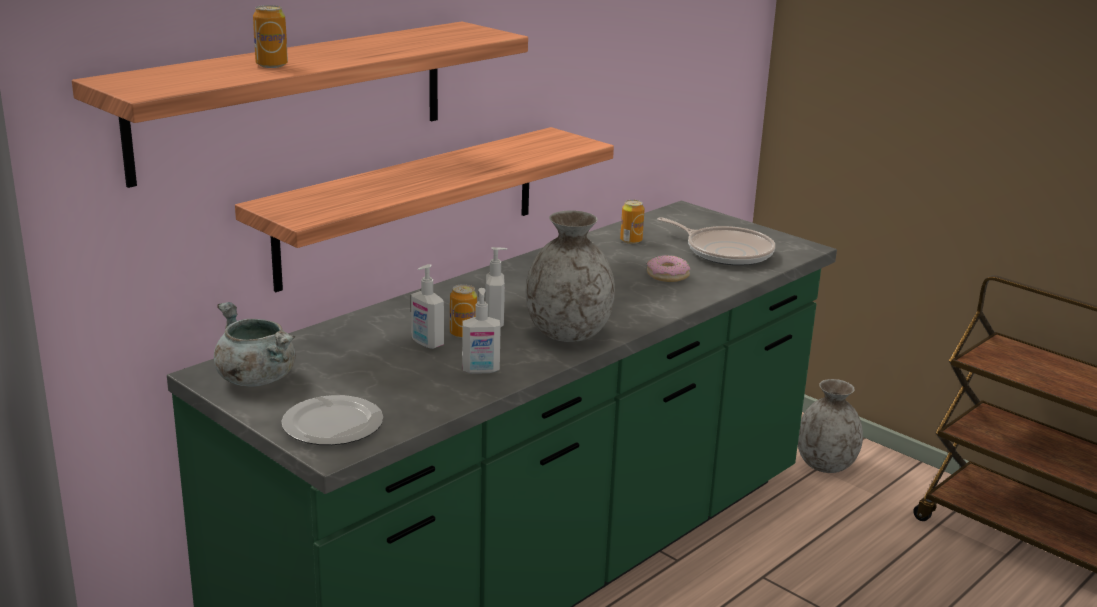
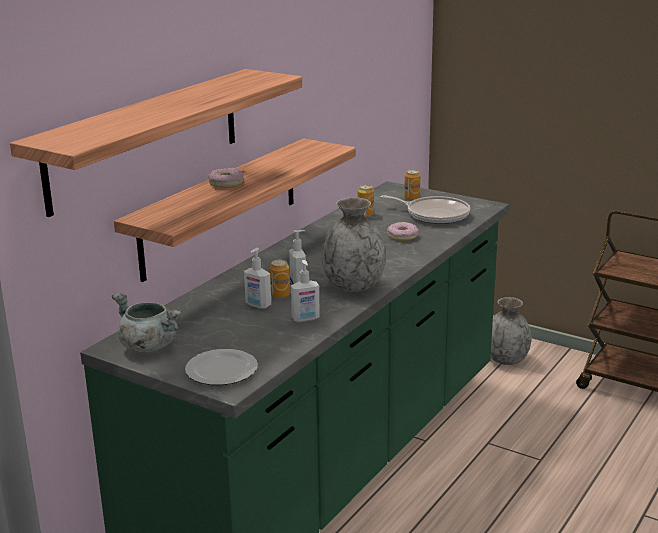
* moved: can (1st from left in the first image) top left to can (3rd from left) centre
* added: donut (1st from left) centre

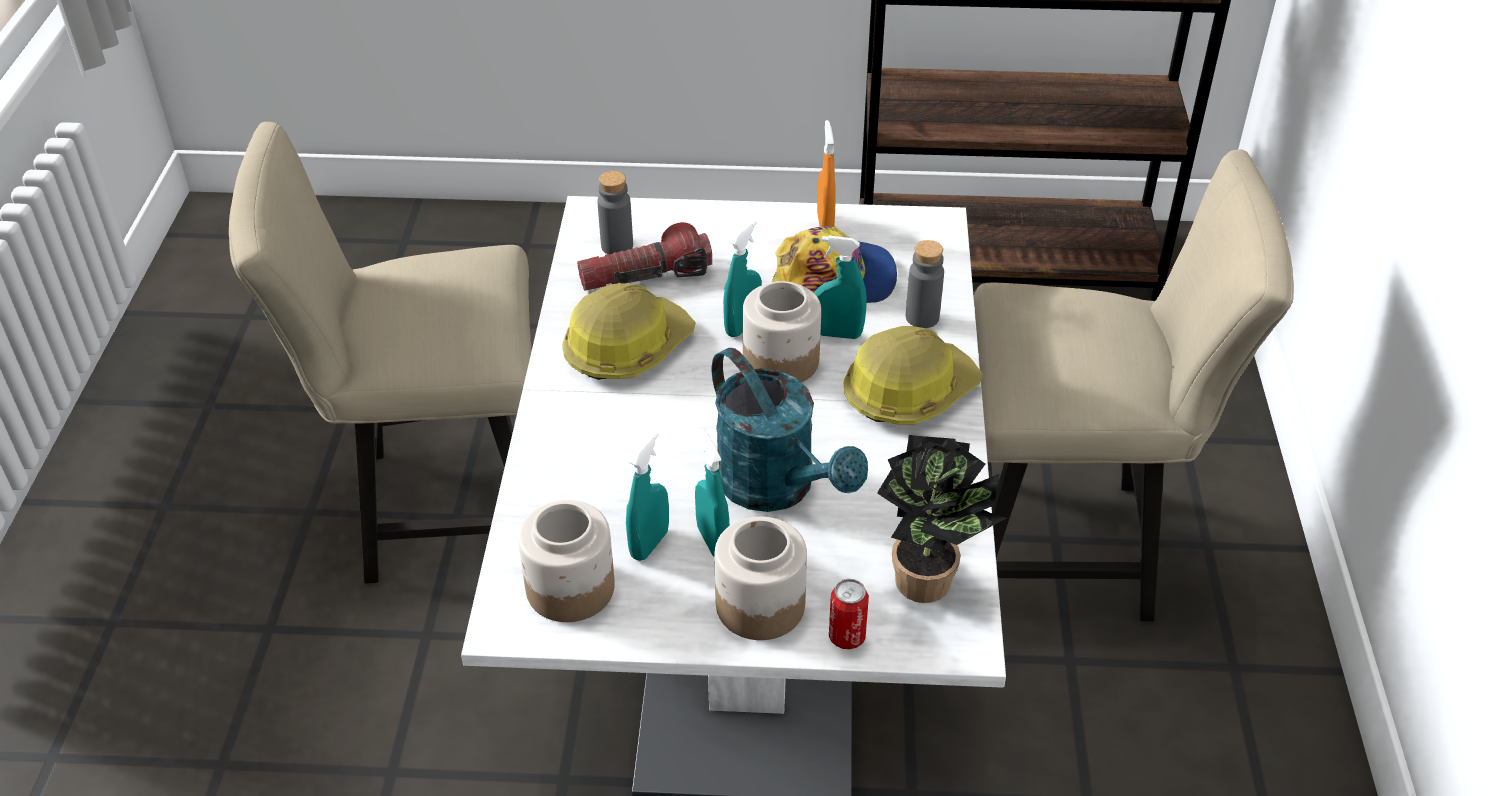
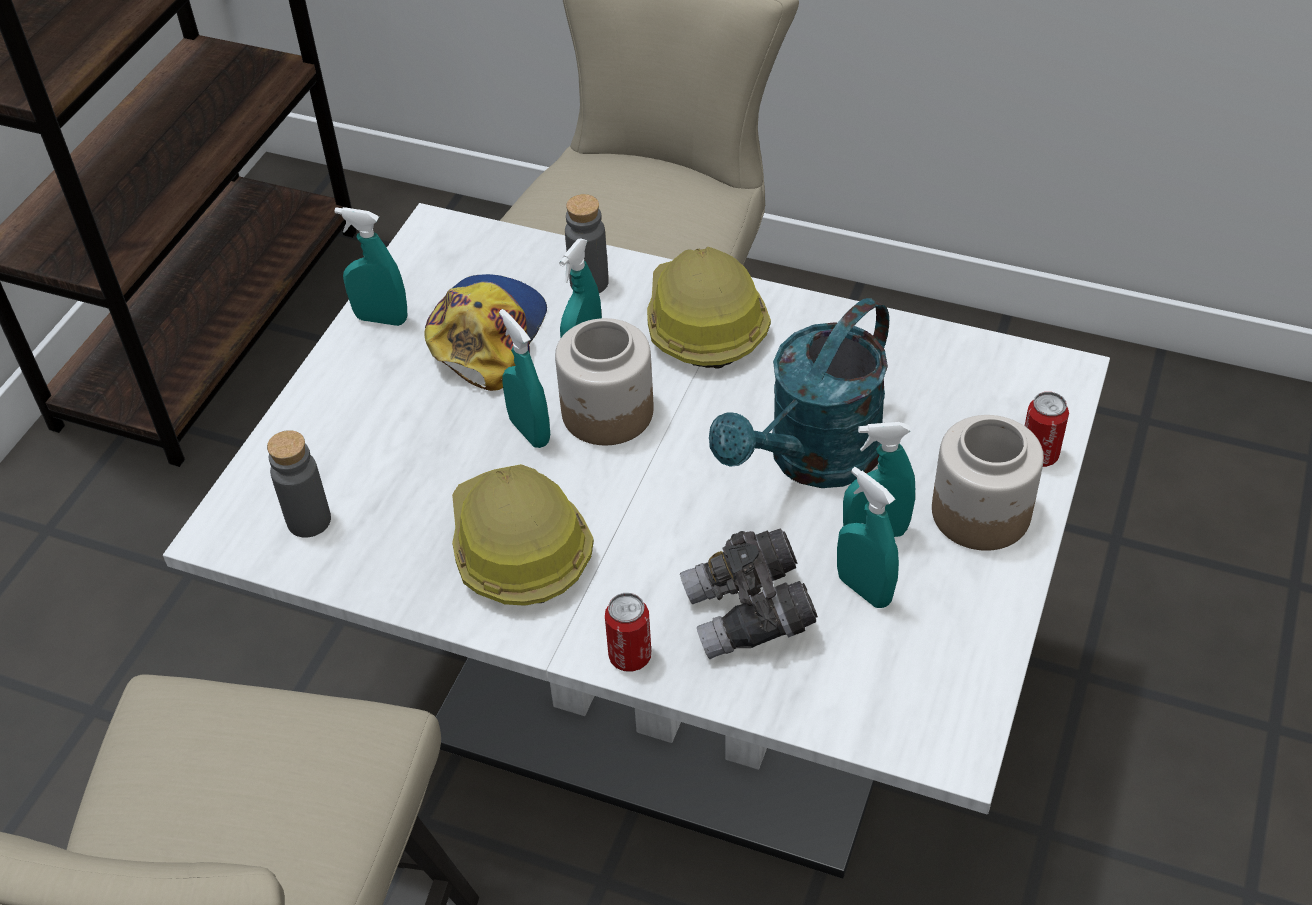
* recoloured: spray bottle in orange top centre to spray bottle in turquoise (1st from left) top left
* removed: flashlight top centre
* turned: watering can in turquoise centre = centre 150 degrees clockwise
* removed: potted plant centre
* removed: jar (1st from left) bottom centre
* added: binoculars in grey centre
* added: can (1st from left) bottom centre

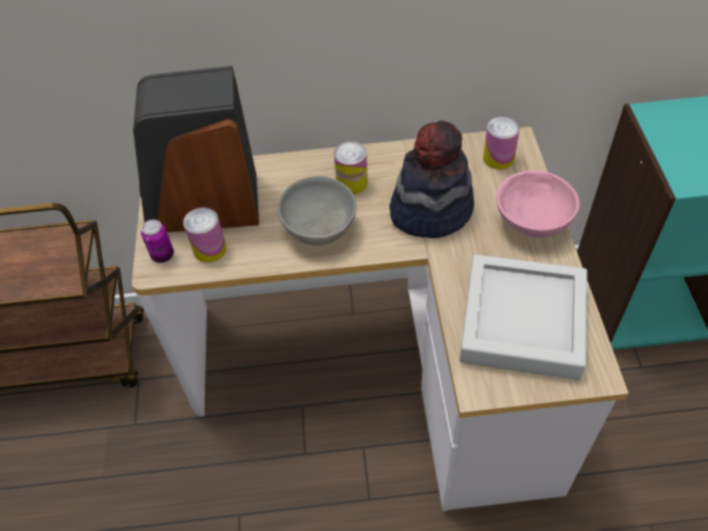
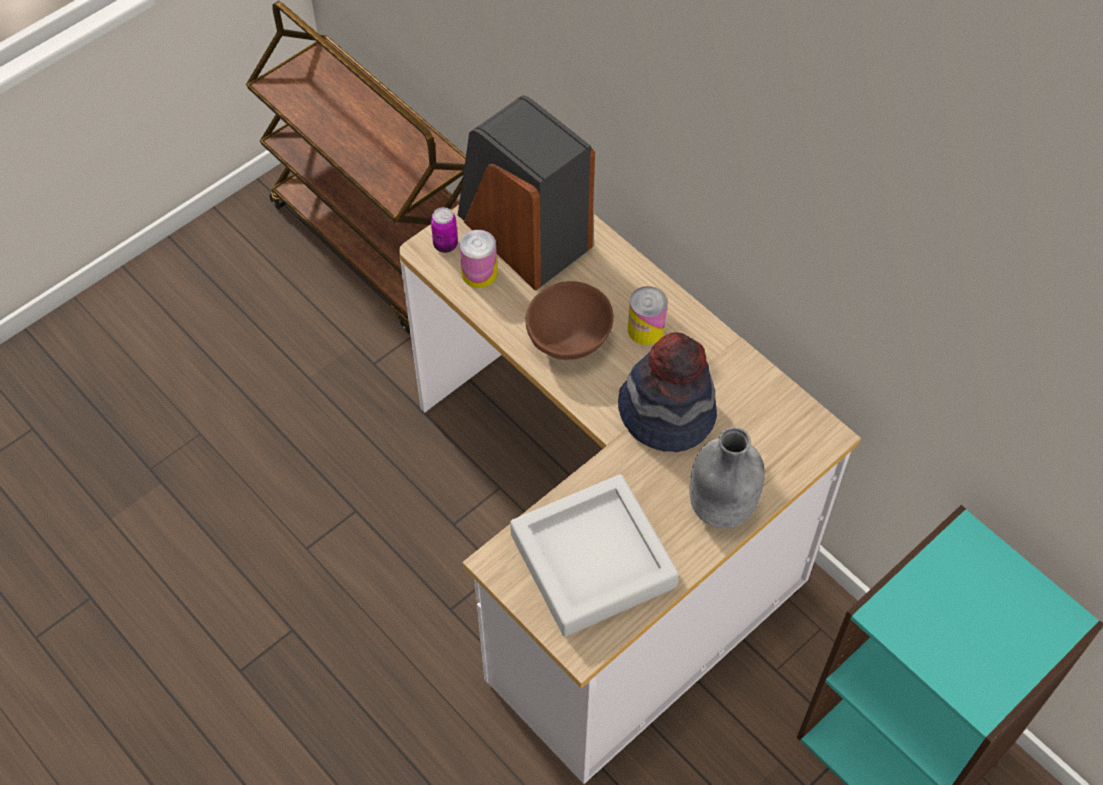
* removed: can (4th from left) top right
* replaced: bowl in pink middle right to bottle in grey centre
* recoloured: bowl in grey centre to bowl in brown centre

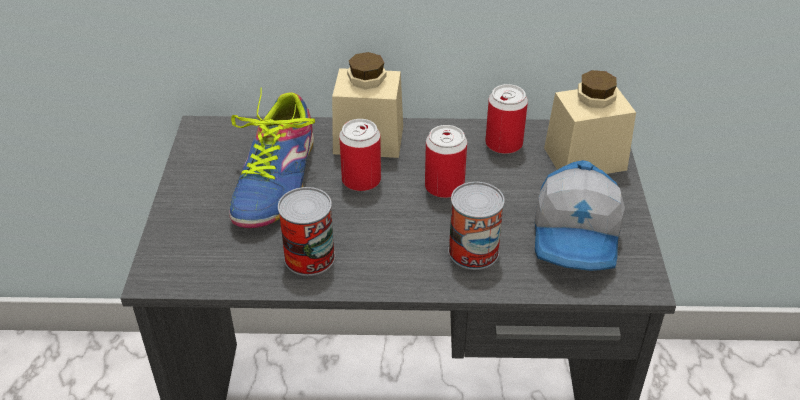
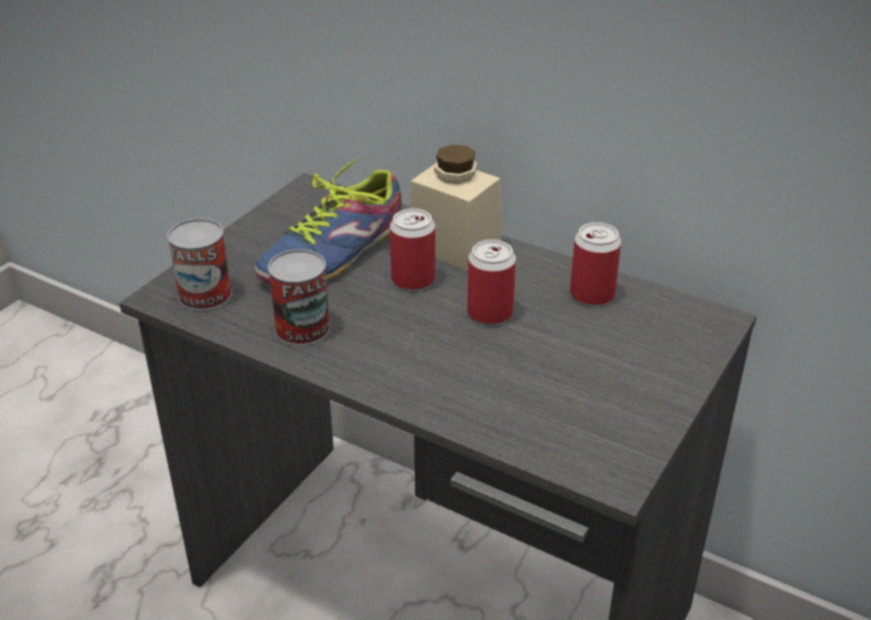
* removed: jar in beige (2nd from left) top right
* removed: cap middle right
* moved: can (4th from left in the first image) centre to can (1st from left) middle left

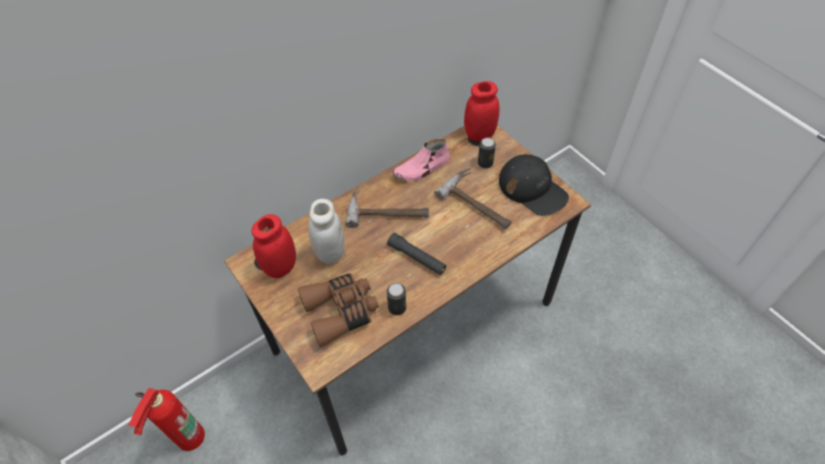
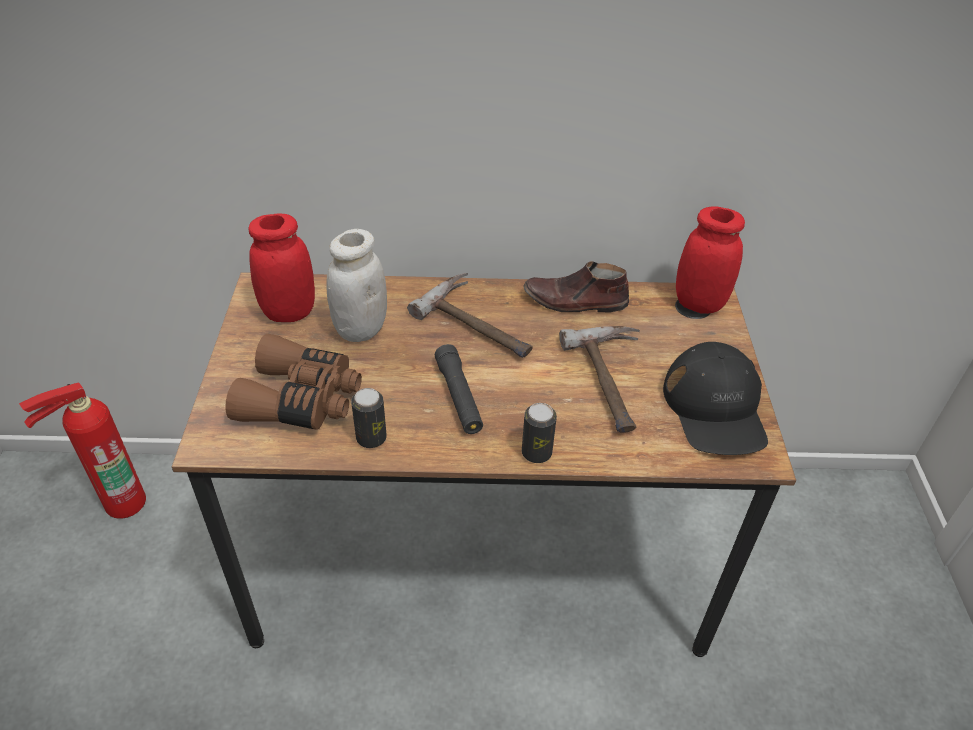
* moved: can (2nd from left) top centre to centre
* recoloured: shoe in pink centre to shoe in brown centre

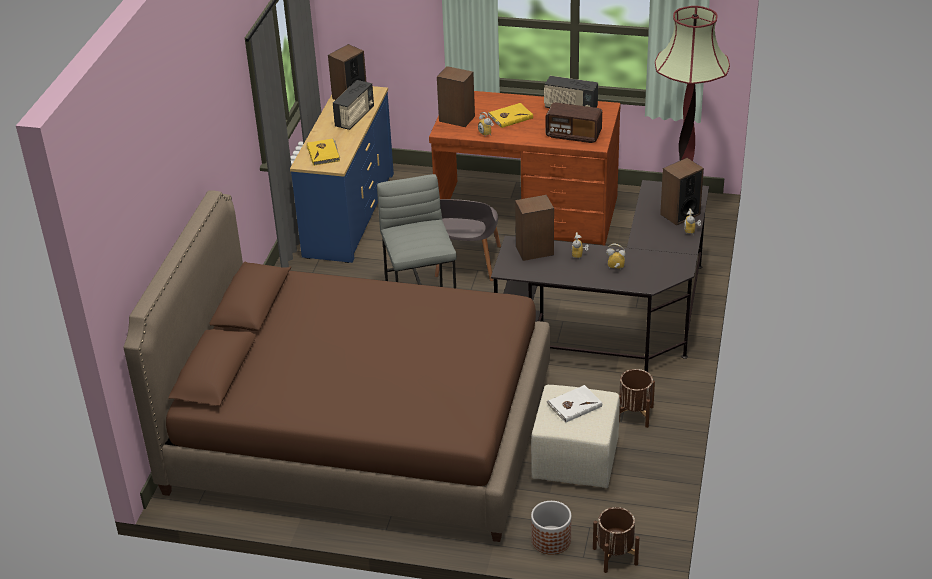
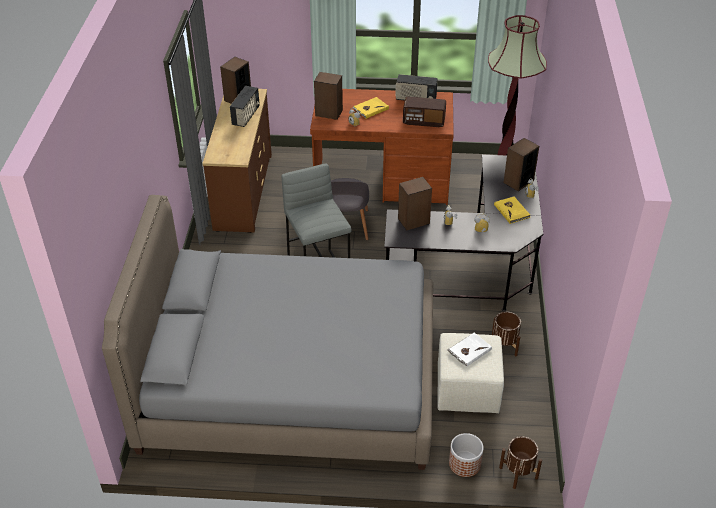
* recoloured: dresser in blue top centre to dresser in brown top left
* moved: book in yellow (1st from left in the first image) top centre to book in yellow (2nd from left) middle right
* recoloured: bed in brown centre to bed in grey centre

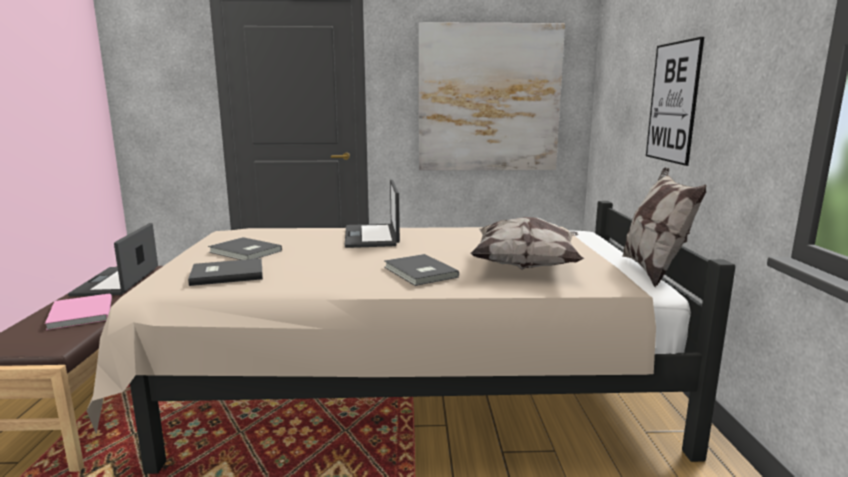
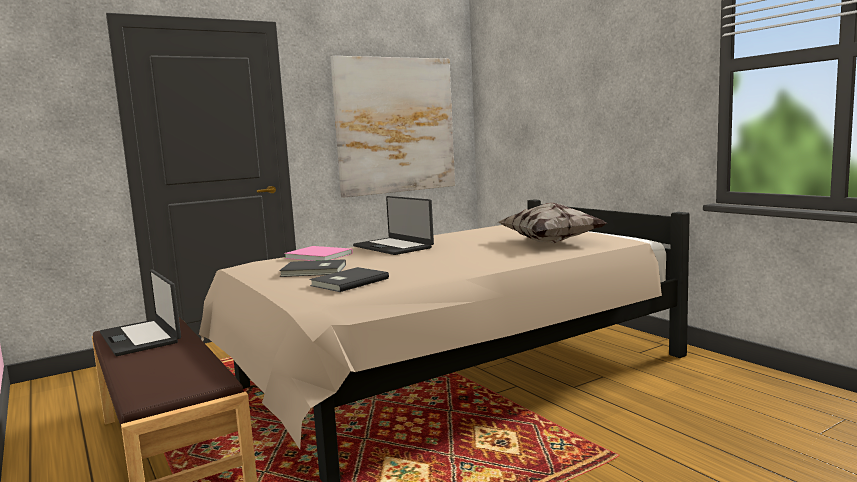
* removed: picture (2nd from left) top right
* removed: pillow (2nd from left) middle right
* removed: book in grey (3rd from left) centre
* moved: book in pink middle left to centre

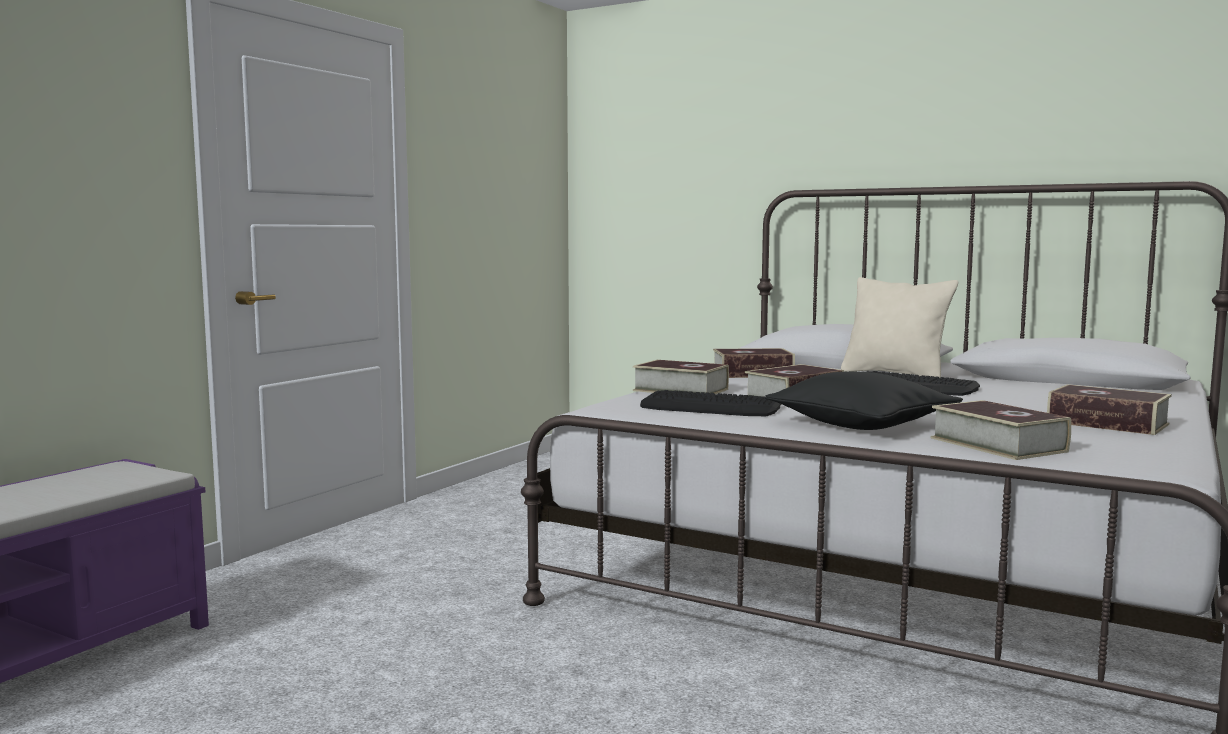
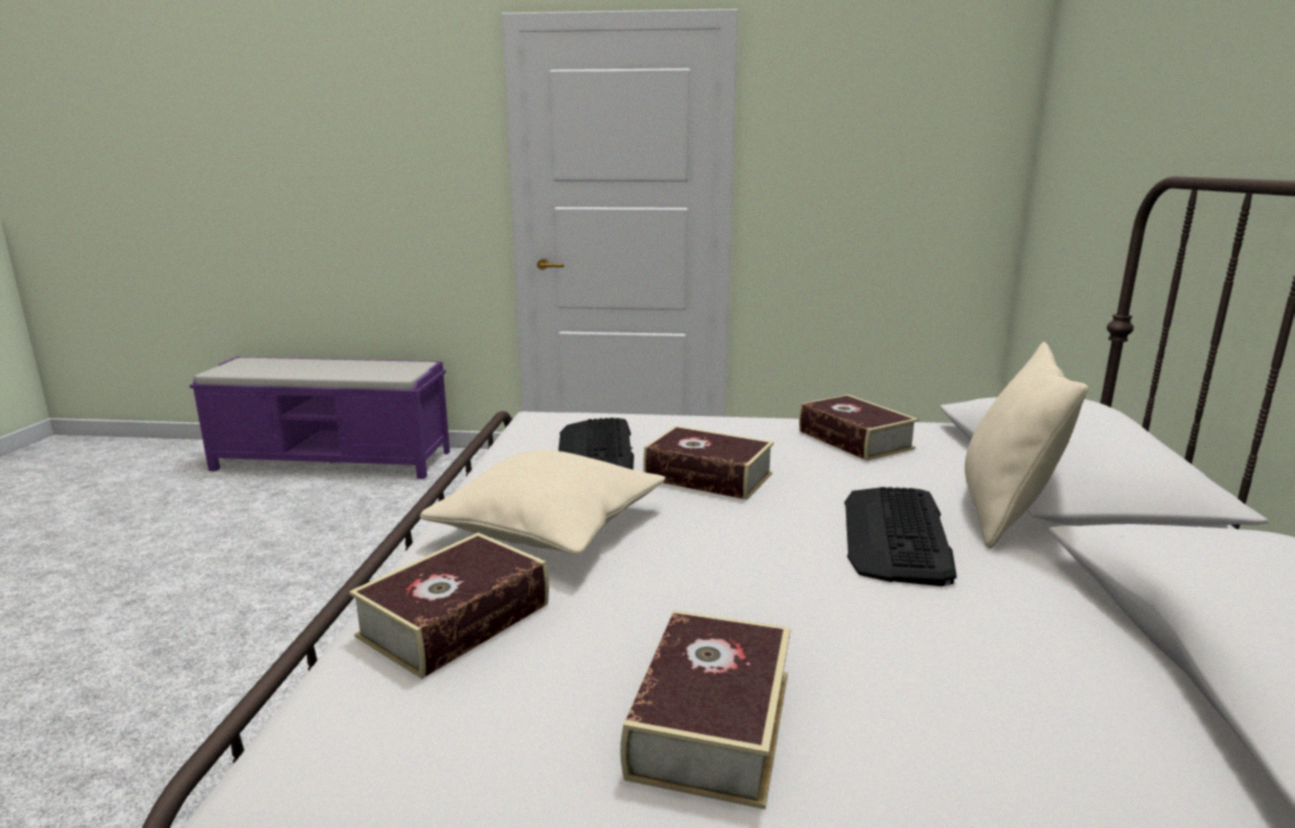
* removed: book (1st from left) centre
* recoloured: pillow in black middle right to pillow in beige (1st from left) centre

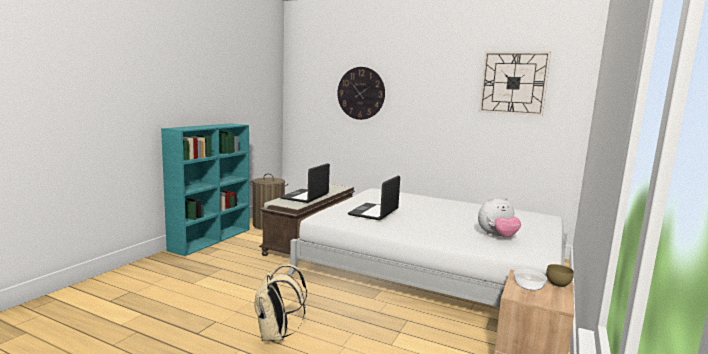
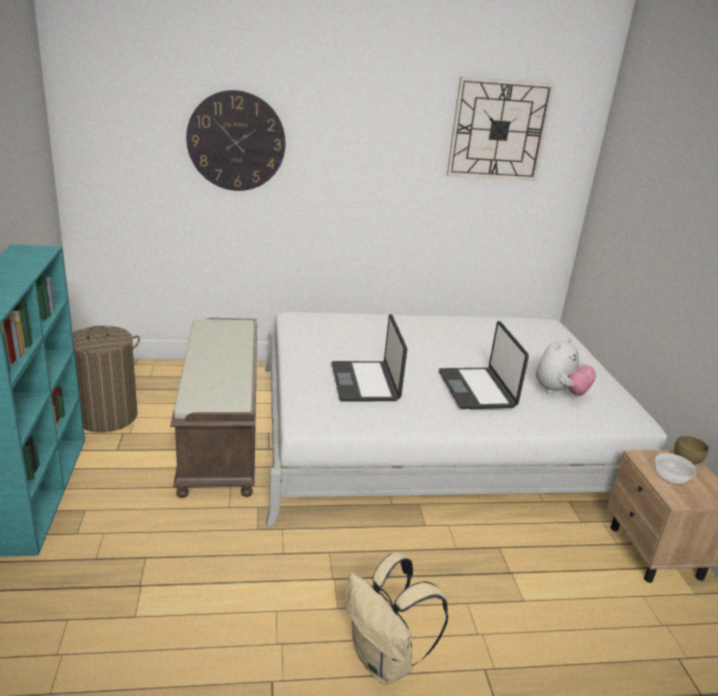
* moved: laptop (1st from left in the first image) centre to laptop (2nd from left) middle right

